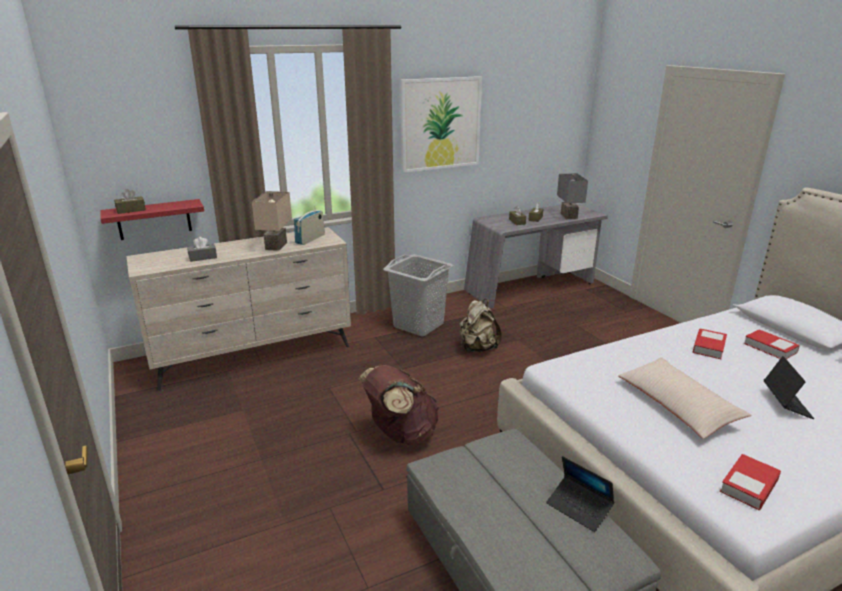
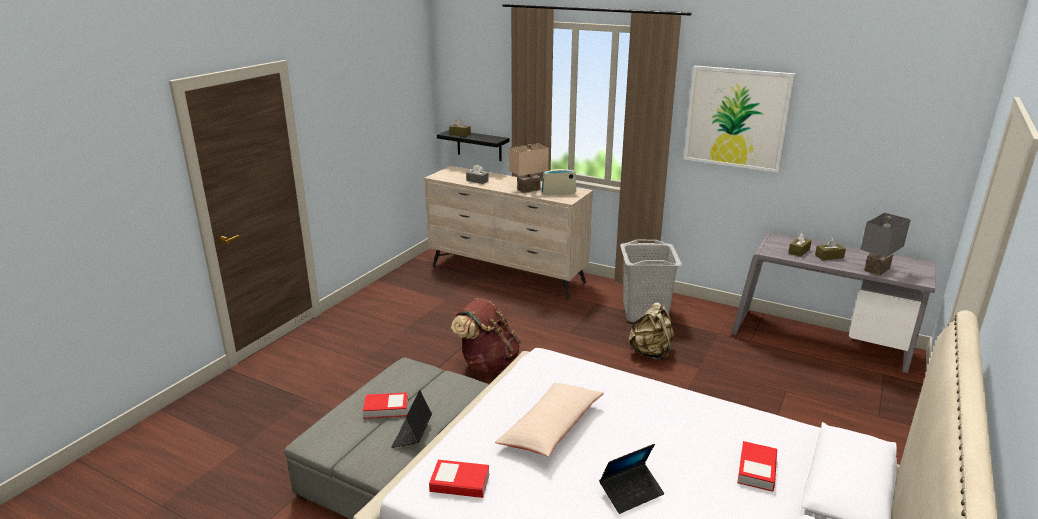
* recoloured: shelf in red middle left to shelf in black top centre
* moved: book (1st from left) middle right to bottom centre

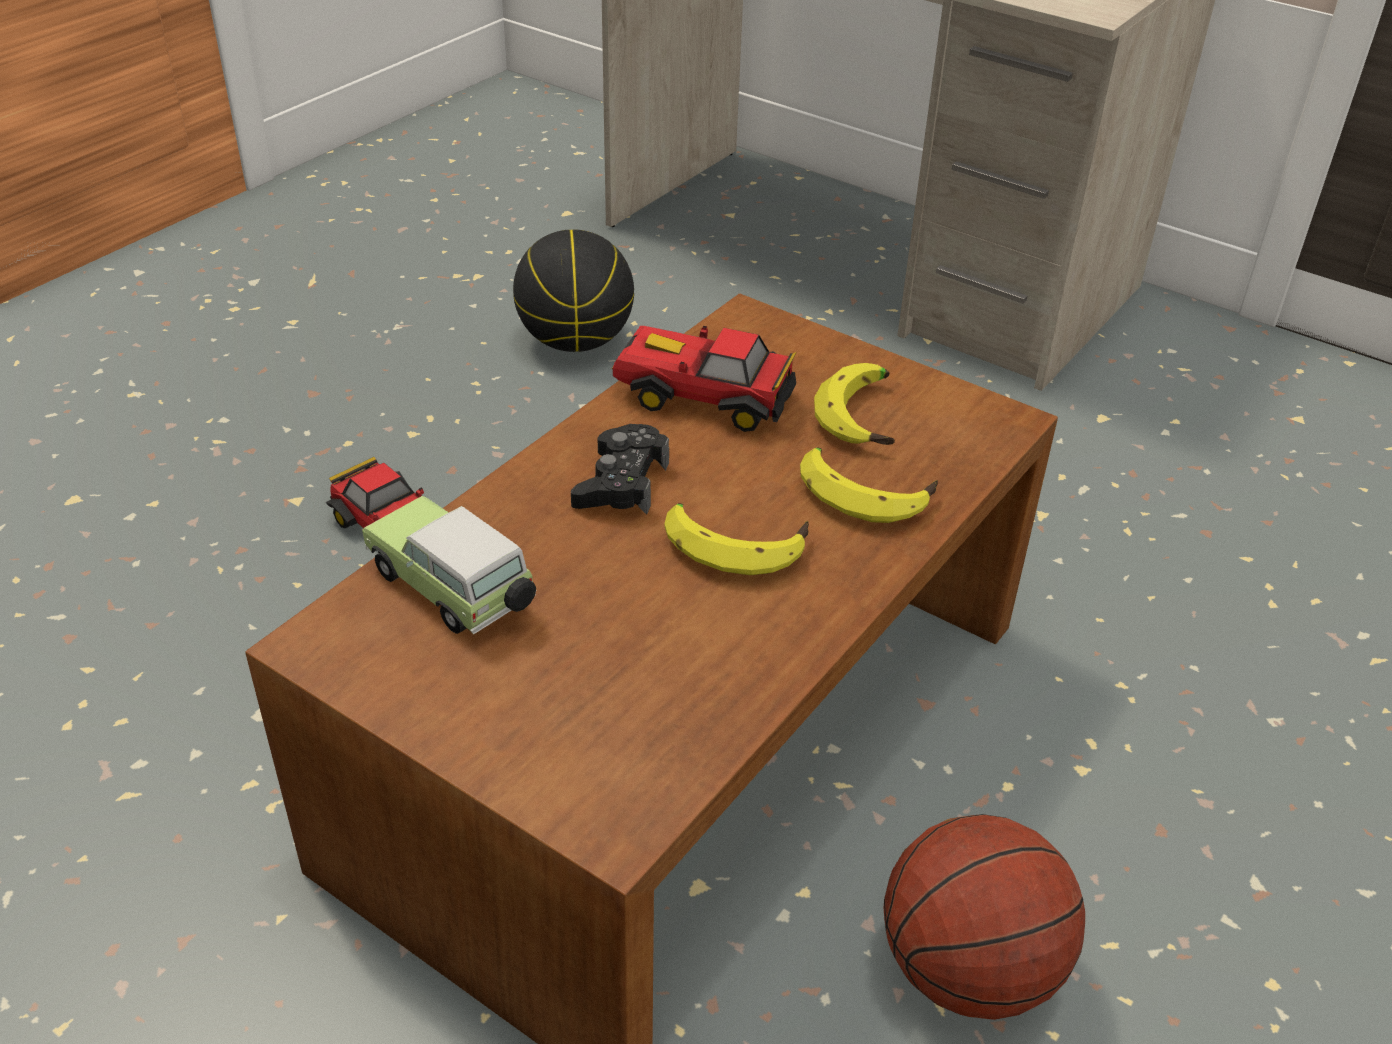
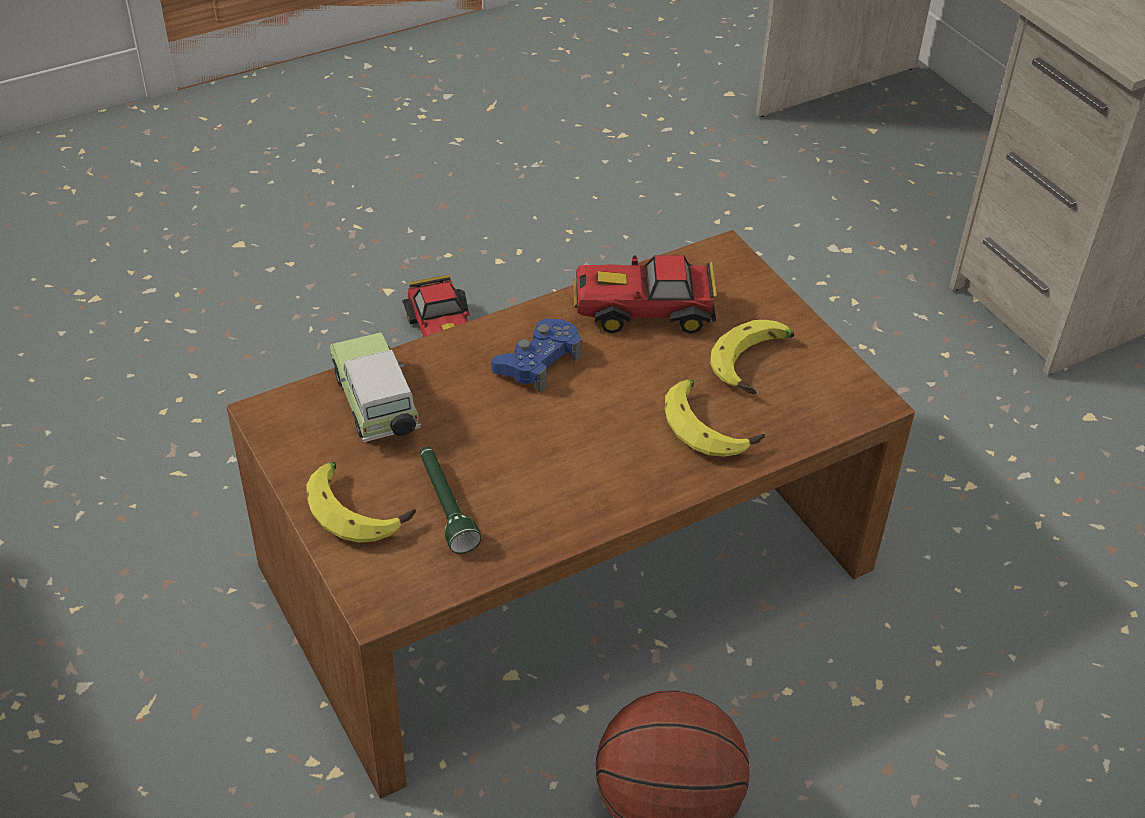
* removed: basketball (1st from left) top centre
* turned: toy car (3rd from left) centre = centre 45 degrees counterclockwise
* recoloured: game controller in black centre to game controller in blue centre
* moved: banana (1st from left) centre to middle left
* added: flashlight in green centre

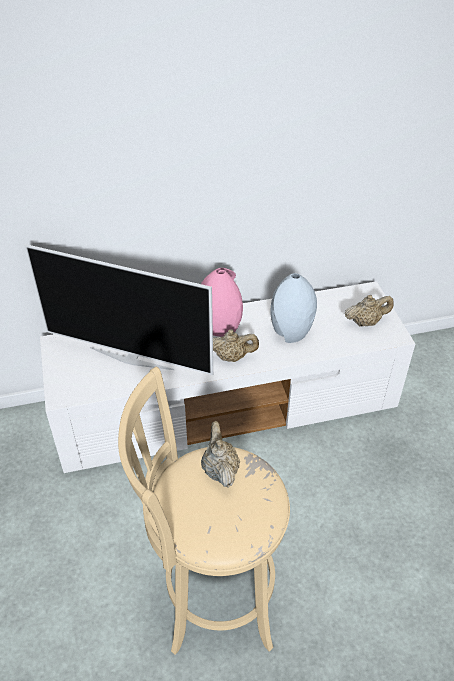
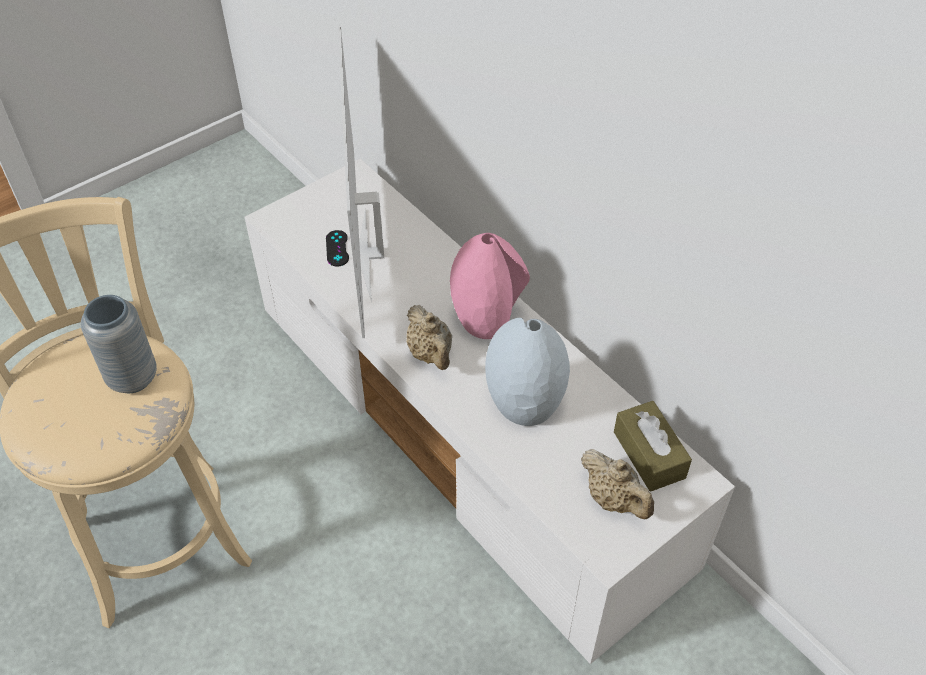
* replaced: teapot in beige (1st from left) bottom centre to vase in grey (1st from left) middle left
* added: game controller in black centre
* added: tissue box in brown middle right

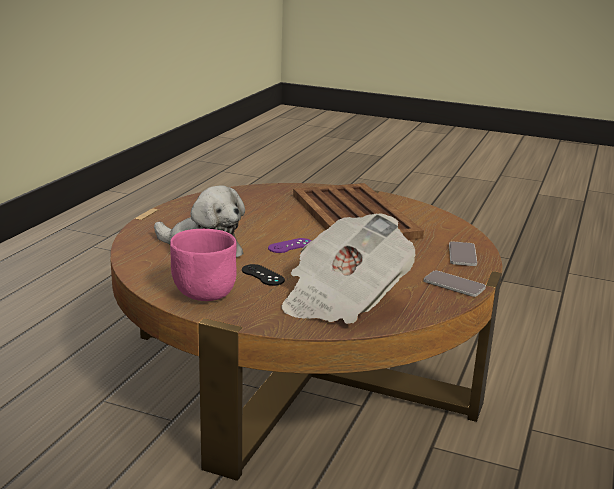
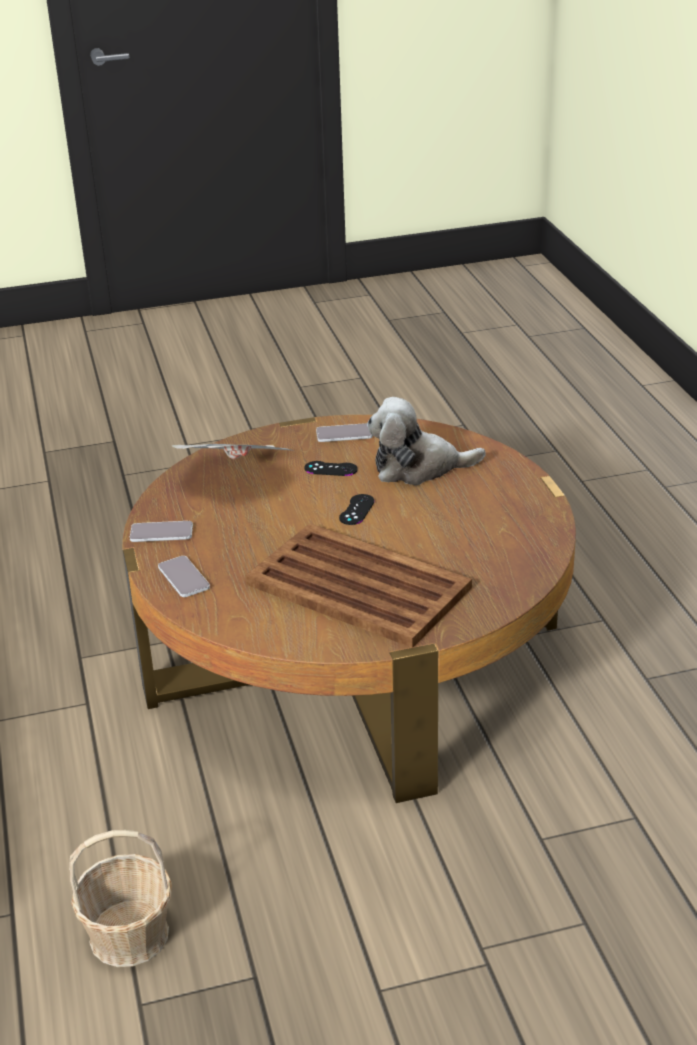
* replaced: bowl in pink middle left to phone (3rd from left) centre
* recoloured: game controller in purple centre to game controller in black (2nd from left) centre
* added: basket bottom left

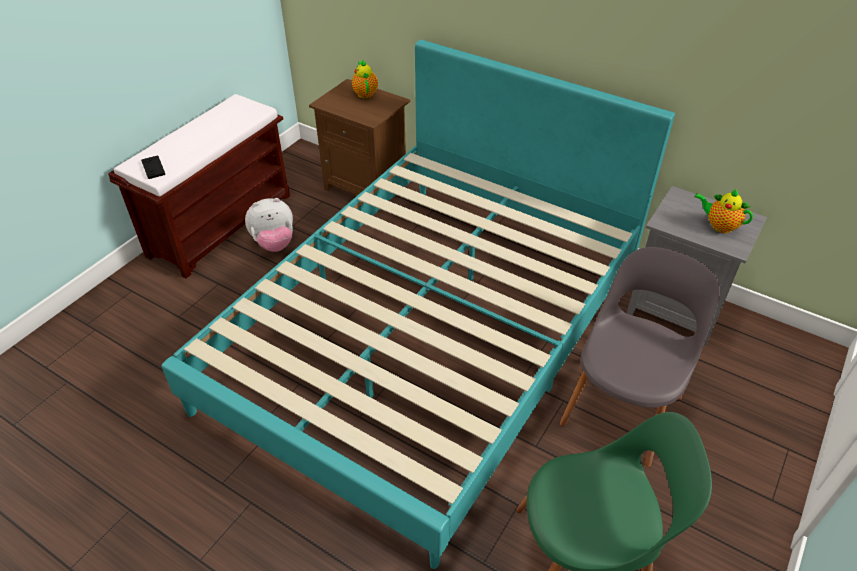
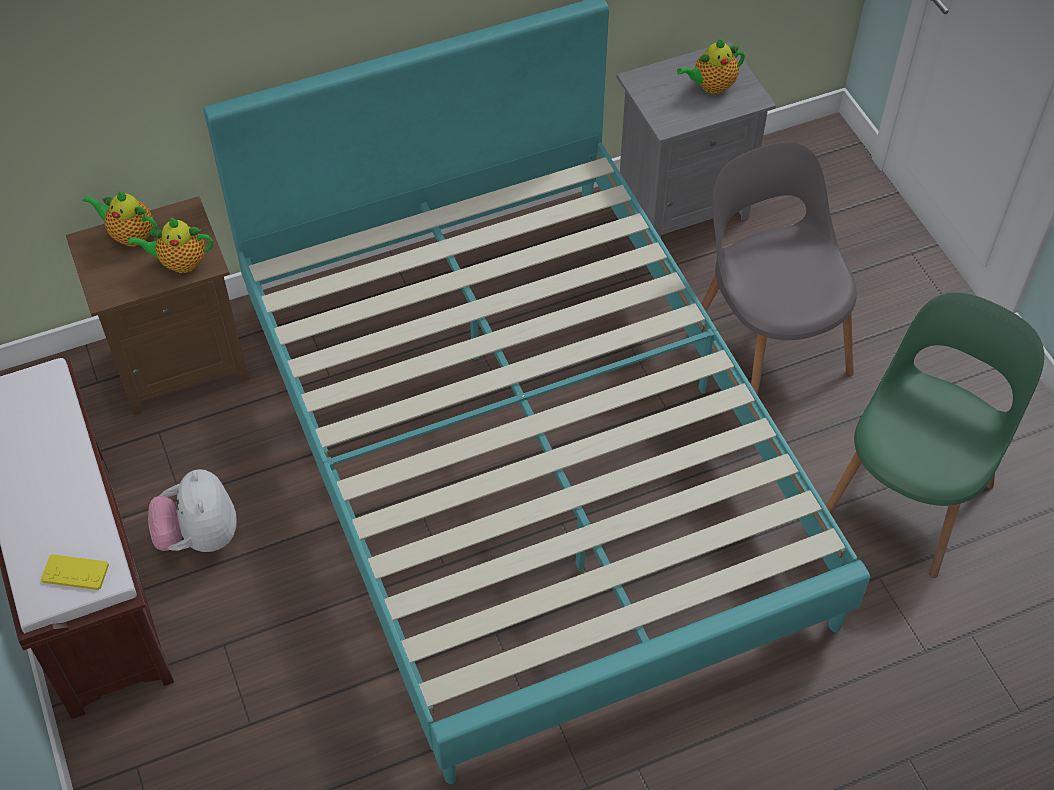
* recoloured: game controller in black top left to game controller in yellow bottom left
* turned: plush toy middle left = middle left 150 degrees clockwise
* added: teapot (2nd from left) top left

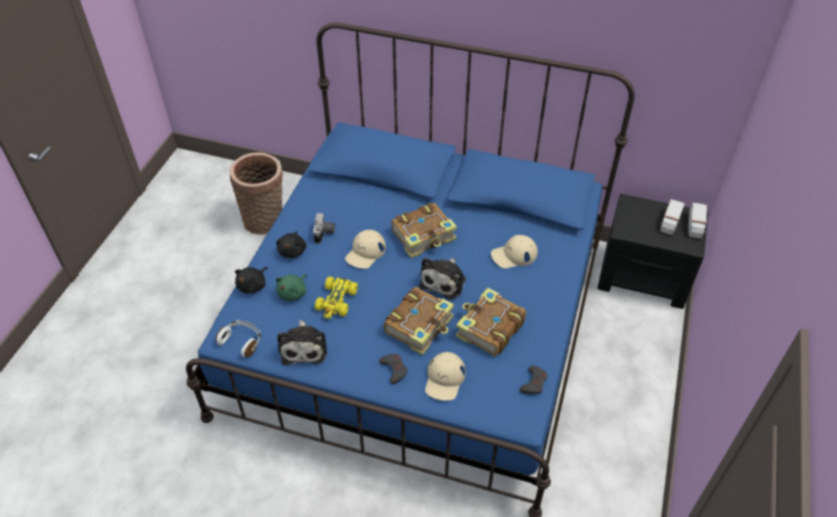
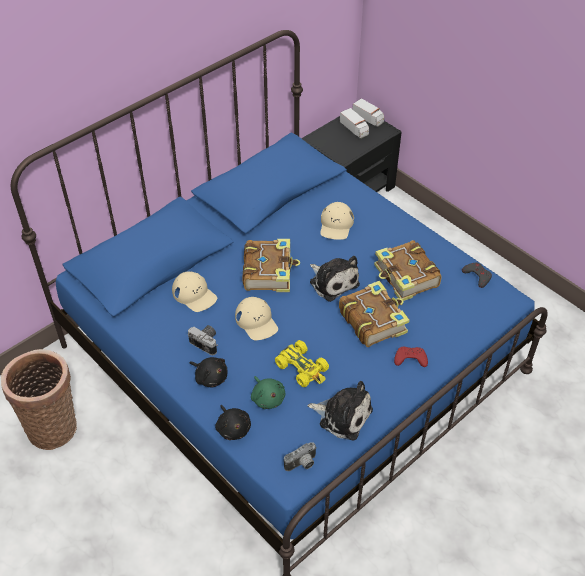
* replaced: headphones in white middle left to photo camera (2nd from left) bottom centre
* moved: cap in beige (2nd from left in the first image) bottom centre to cap in beige (1st from left) middle left
* recoloured: game controller in grey (1st from left) bottom centre to game controller in red middle right

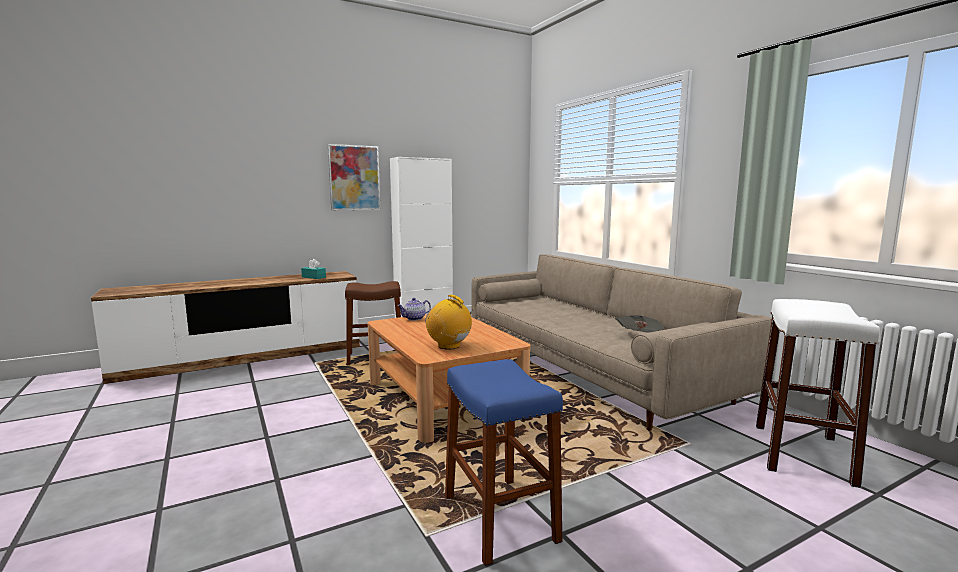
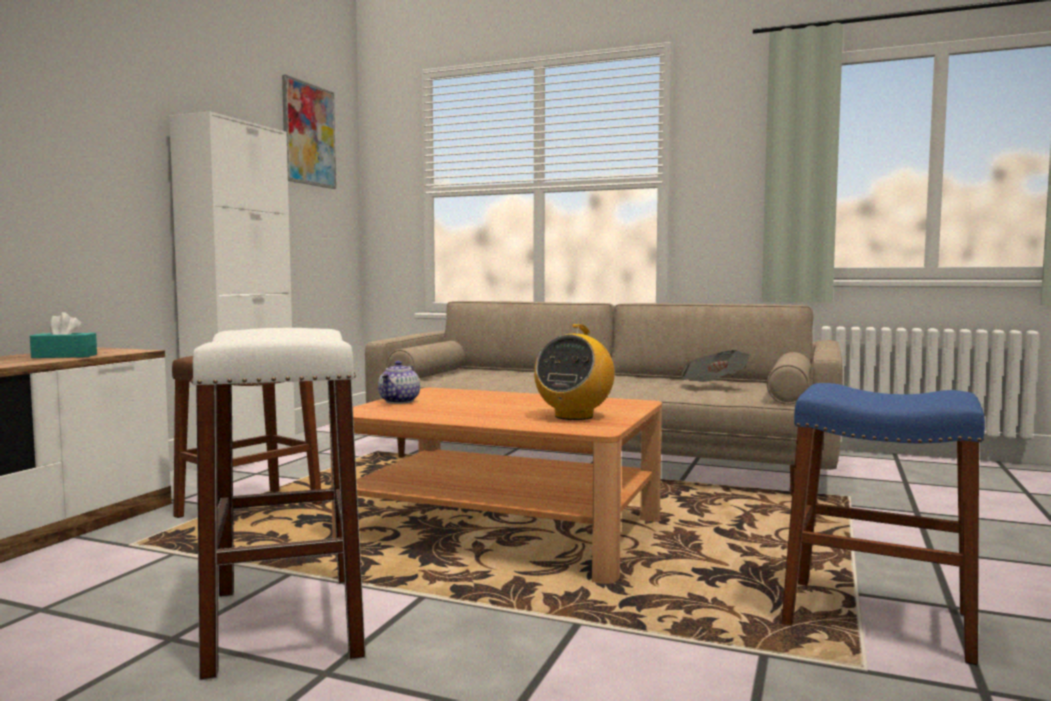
* moved: picture top centre to top left
* turned: radio centre = centre 60 degrees counterclockwise
* moved: stool in white bottom right to bottom left

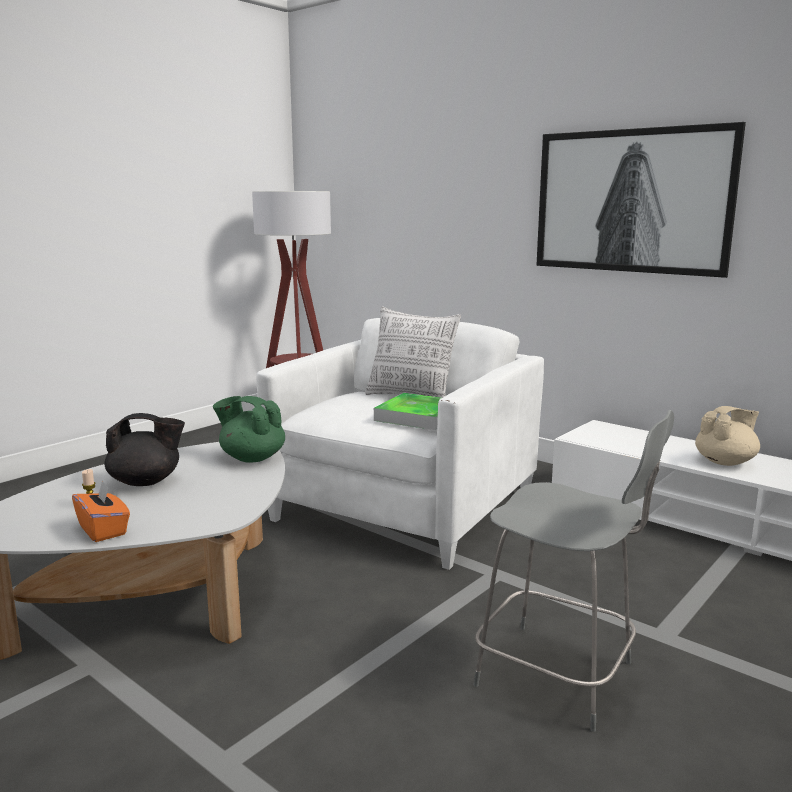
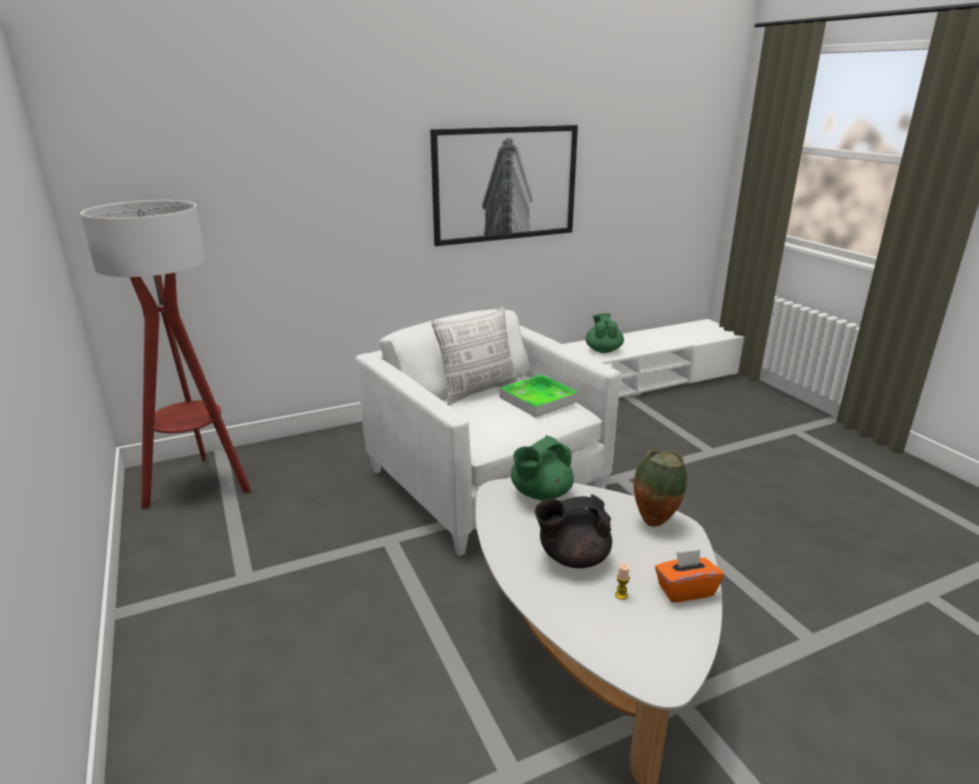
* recoloured: teapot in beige middle right to teapot in green (2nd from left) centre
* removed: stool in grey bottom right
* turned: teapot in black middle left = bottom centre 120 degrees counterclockwise
* added: vase middle right

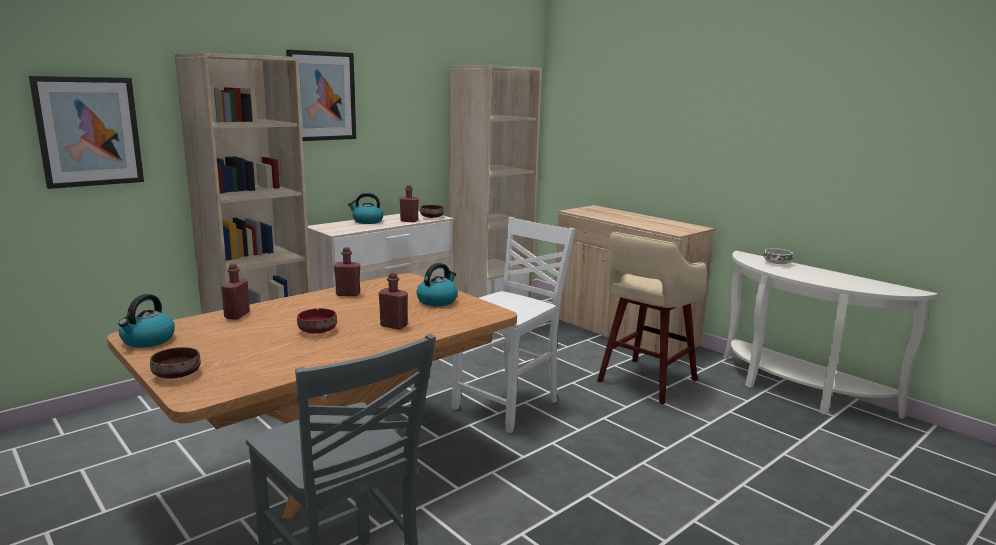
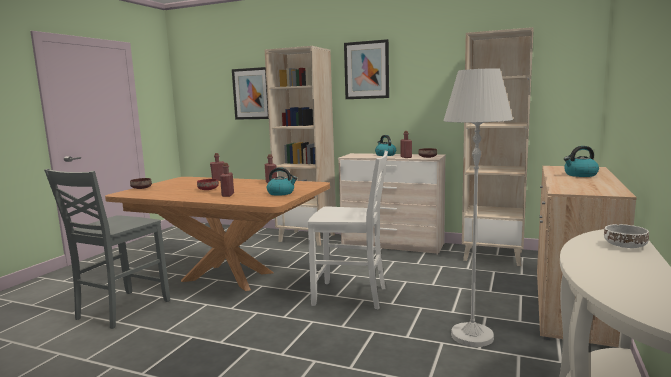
* replaced: stool in beige centre to floor lamp in white middle right
* moved: kettle (1st from left in the first image) middle left to kettle (3rd from left) middle right

